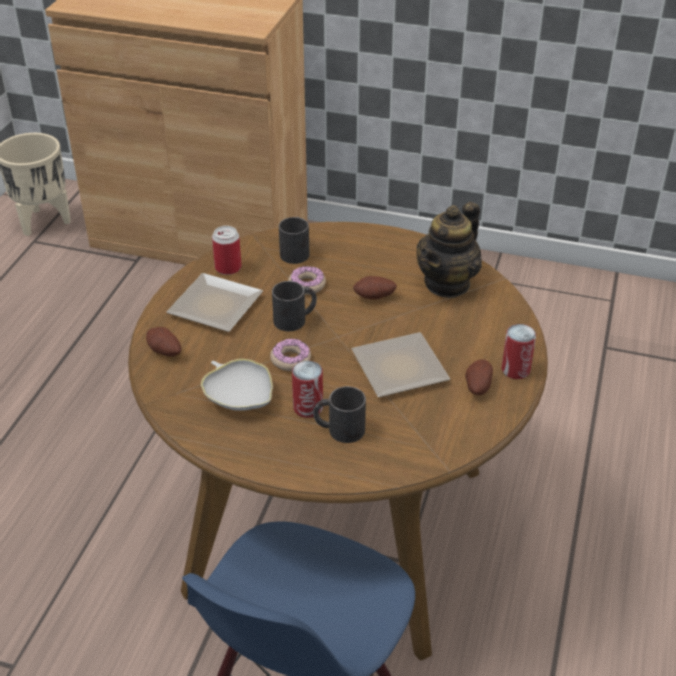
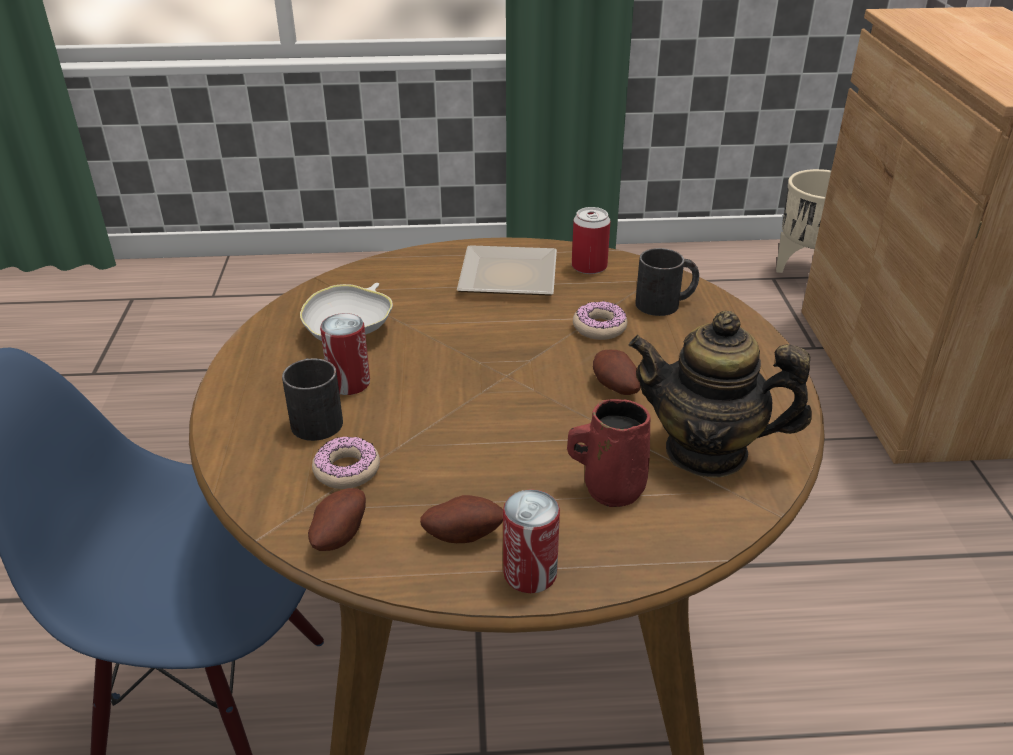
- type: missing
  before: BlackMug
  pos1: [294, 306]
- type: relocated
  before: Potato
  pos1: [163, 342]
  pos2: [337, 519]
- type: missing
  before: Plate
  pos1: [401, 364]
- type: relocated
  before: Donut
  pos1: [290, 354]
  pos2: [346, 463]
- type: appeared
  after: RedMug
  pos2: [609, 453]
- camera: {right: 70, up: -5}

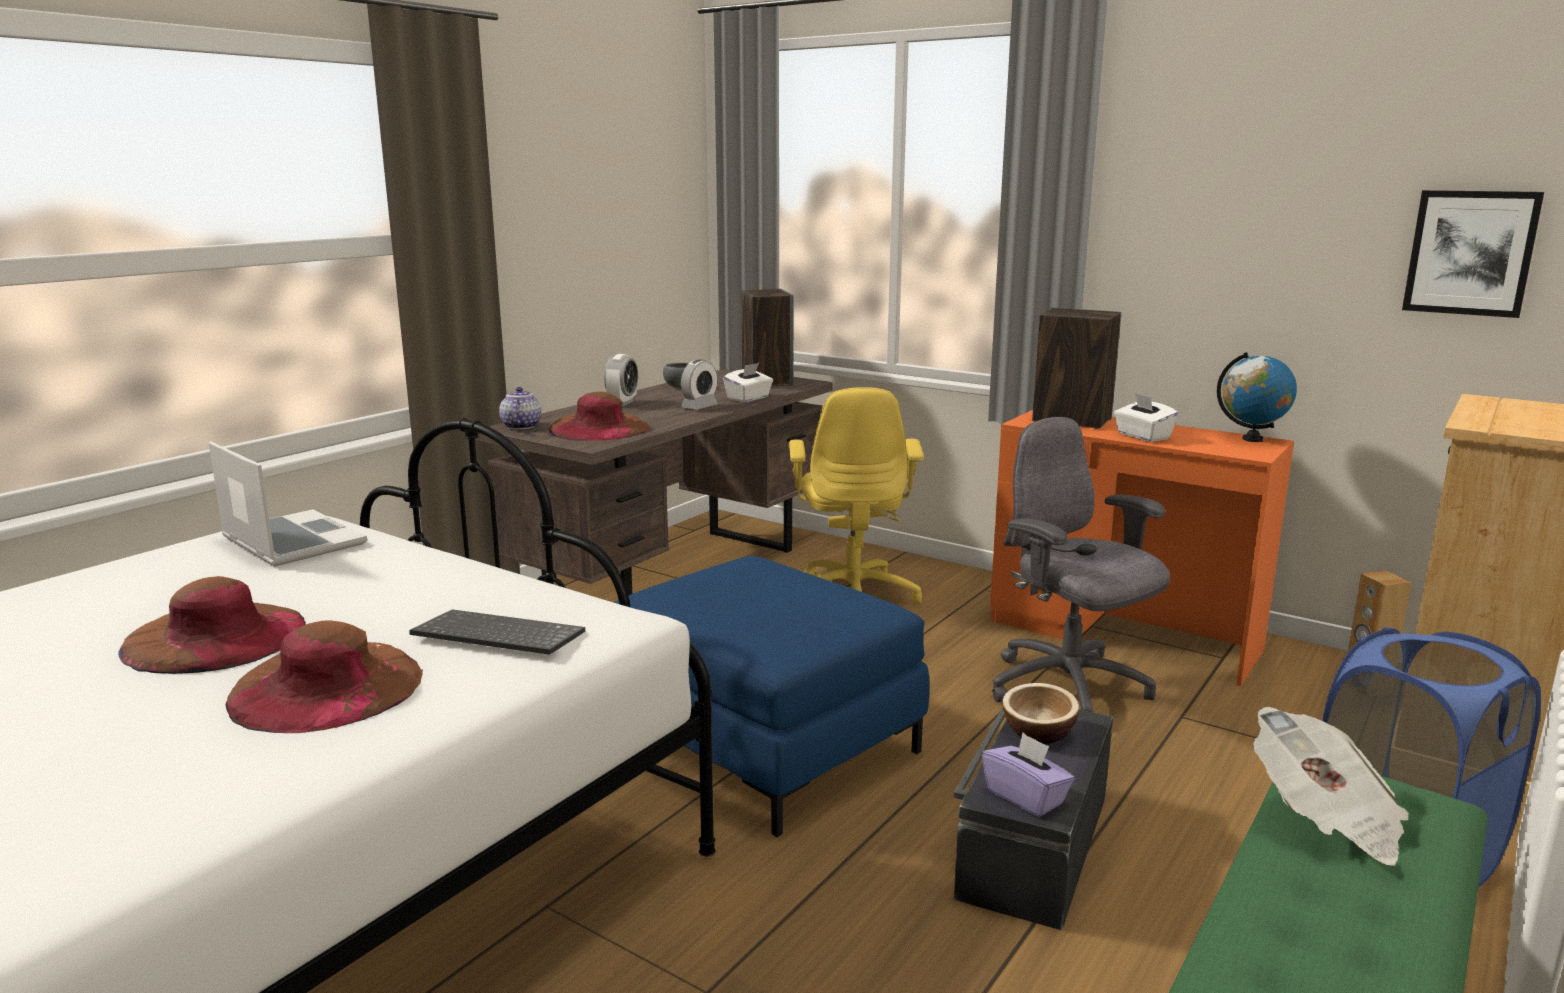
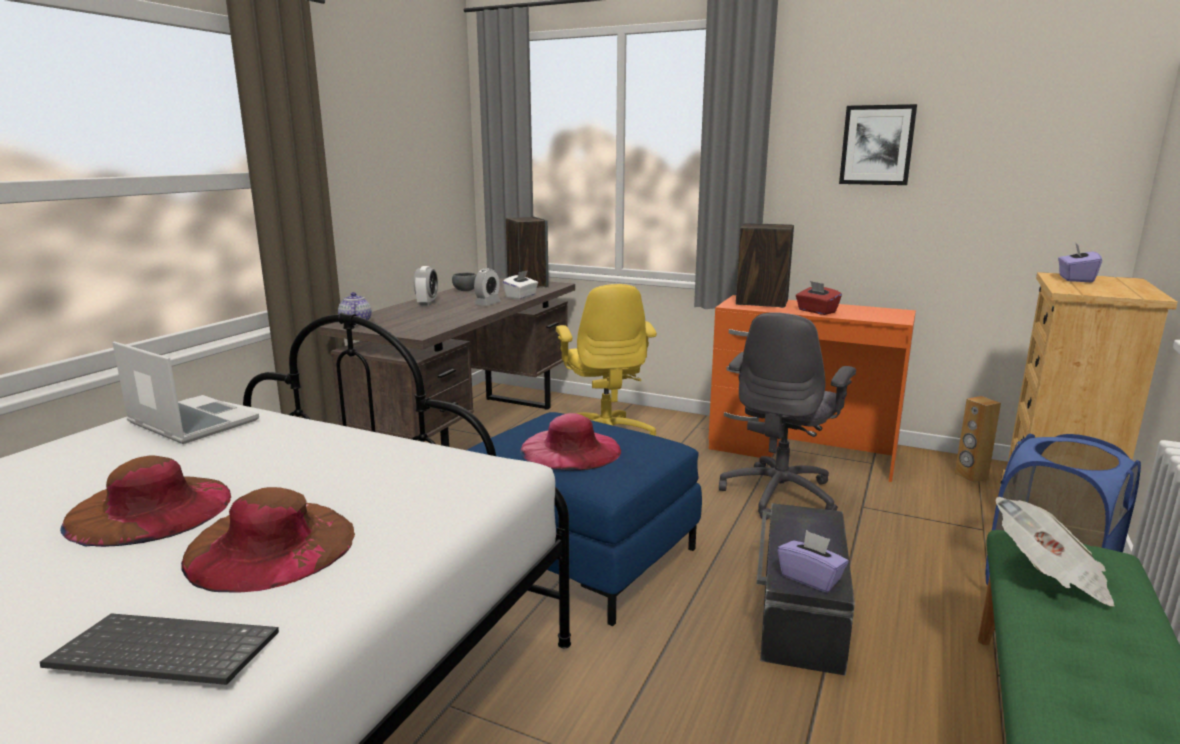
- type: relocated
  before: Picture
  pos1: [1473, 254]
  pos2: [878, 144]
- type: missing
  before: Globe
  pos1: [1257, 397]
- type: missing
  before: BrownHat
  pos1: [599, 416]
- type: colour
  before: WhiteTissueBox
  after: RedTissueBox
  pos1: [1146, 417]
  pos2: [819, 298]
- type: spun
  before: GreyOfficeChair
  pos1: [1081, 565]
  pos2: [787, 416]
  turn: -105
- type: relocated
  before: Keyboard
  pos1: [497, 632]
  pos2: [159, 649]
- type: missing
  before: Bowl
  pos1: [1040, 713]
- type: appeared
  after: PurpleTissueBox
  pos2: [1080, 262]
- type: appeared
  after: PinkHat
  pos2: [570, 442]
- camera: {right: -10, up: 0}

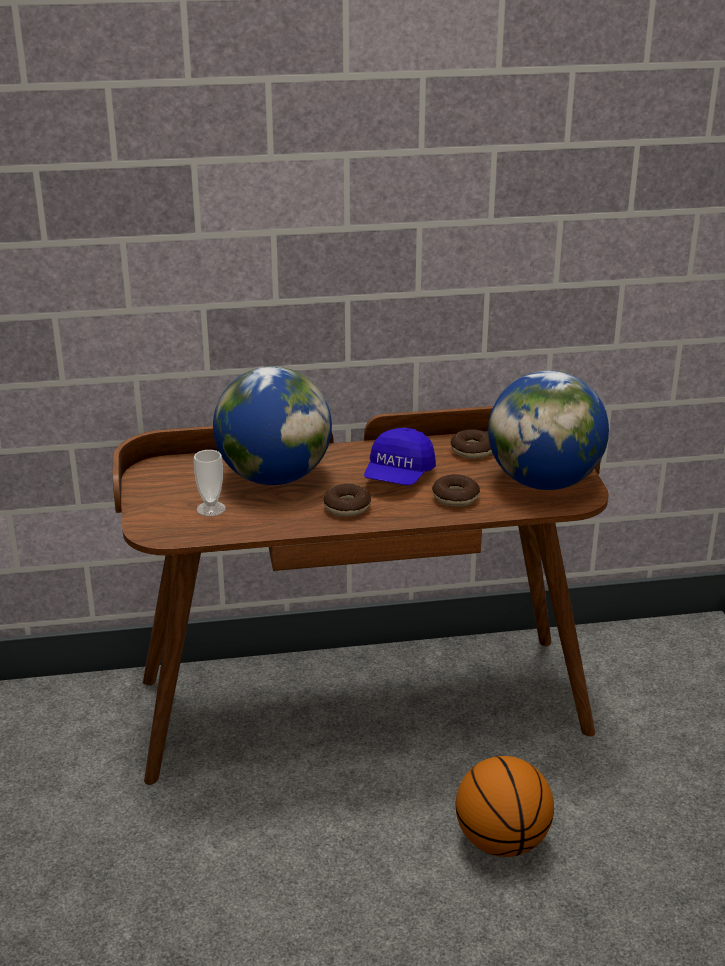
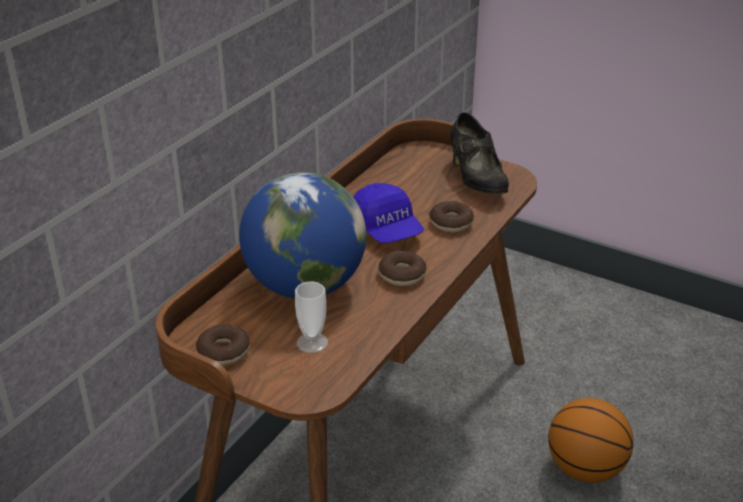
- type: exchanged
  before: Globe
  after: BlackShoe
  pos1: [548, 430]
  pos2: [479, 153]
- type: relocated
  before: Donut
  pos1: [471, 444]
  pos2: [223, 344]
- camera: {right: -50, up: 5}

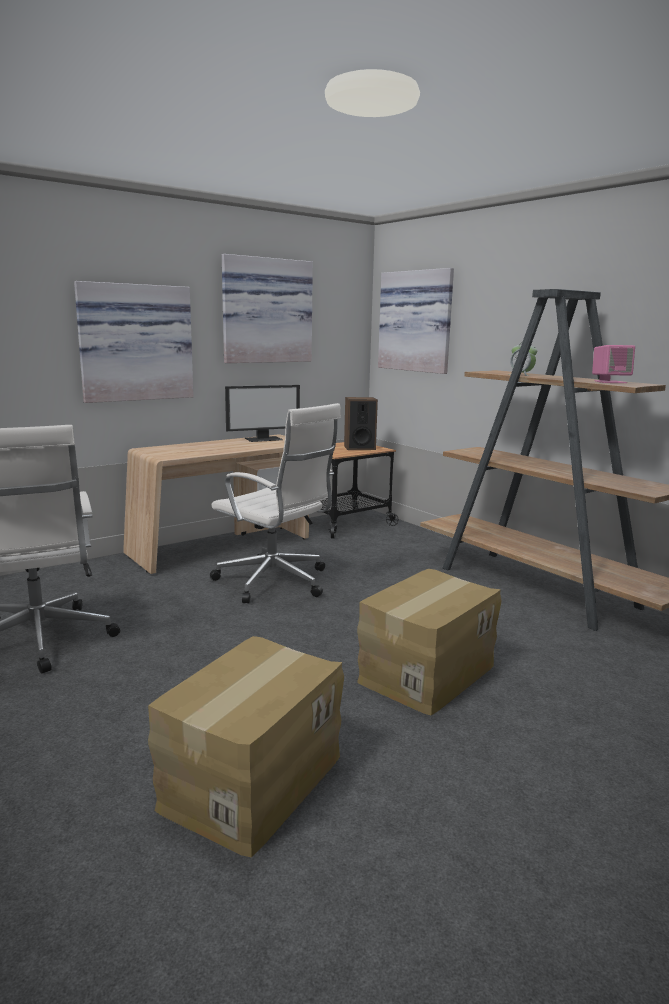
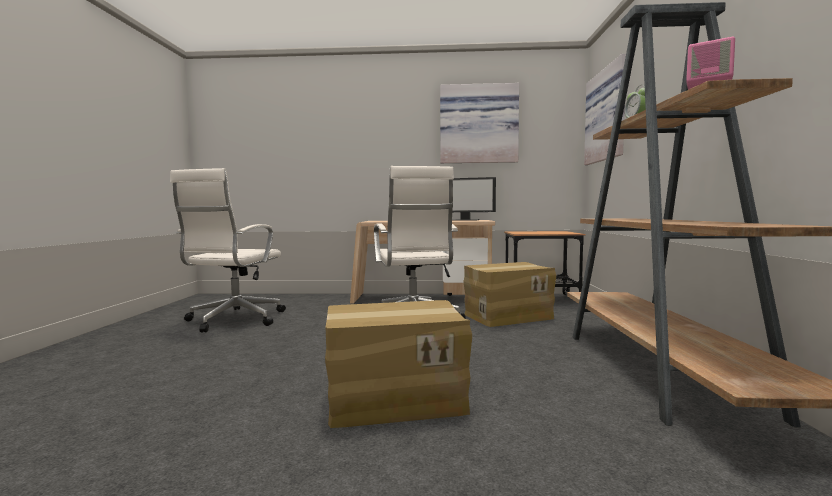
- type: missing
  before: Picture
  pos1: [134, 342]
- type: missing
  before: Speaker
  pos1: [361, 423]
- type: relocated
  before: CardboardBox
  pos1: [246, 746]
  pos2: [510, 294]
- camera: {right: 40, up: -10}

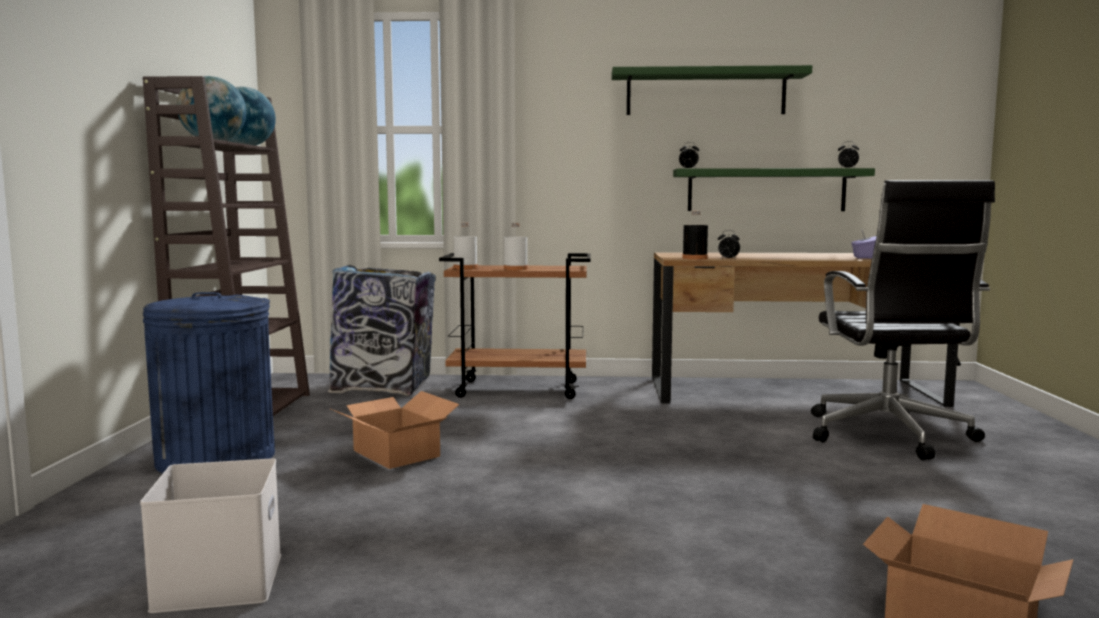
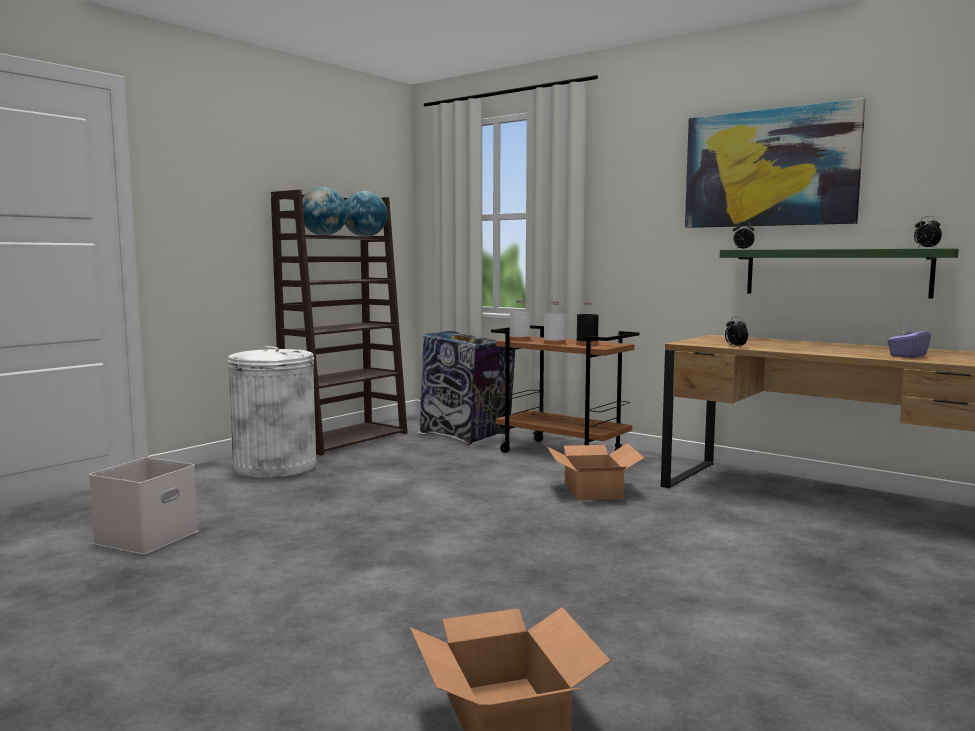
- type: exchanged
  before: GreenShelf
  after: Picture
  pos1: [711, 90]
  pos2: [775, 163]
- type: missing
  before: BlackOfficeChair
  pos1: [903, 320]
- type: relocated
  before: BlackBottle
  pos1: [695, 235]
  pos2: [587, 324]
- type: colour
  before: BlueTrashCan
  after: WhiteTrashCan
  pos1: [208, 383]
  pos2: [272, 412]
- type: relocated
  before: CardboardBox
  pos1: [394, 430]
  pos2: [595, 471]
- camera: {right: 35, up: 0}

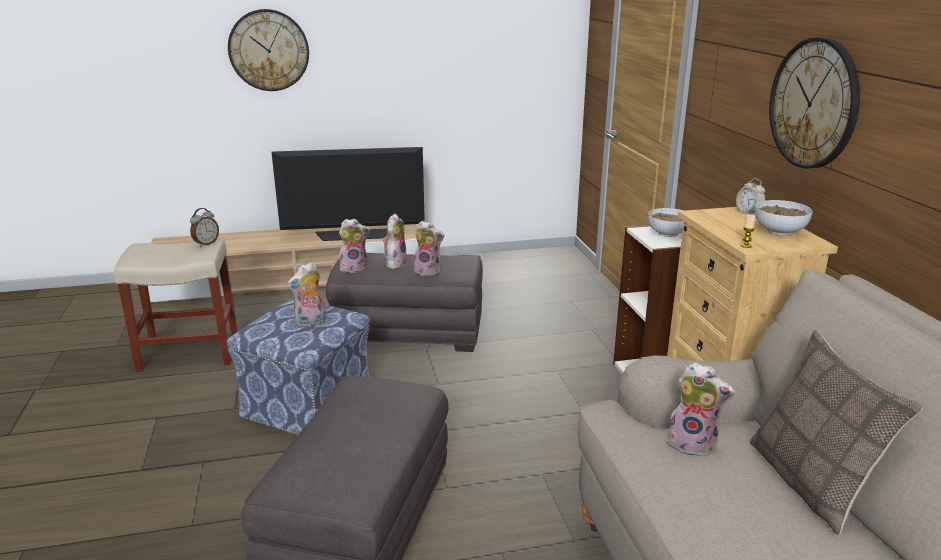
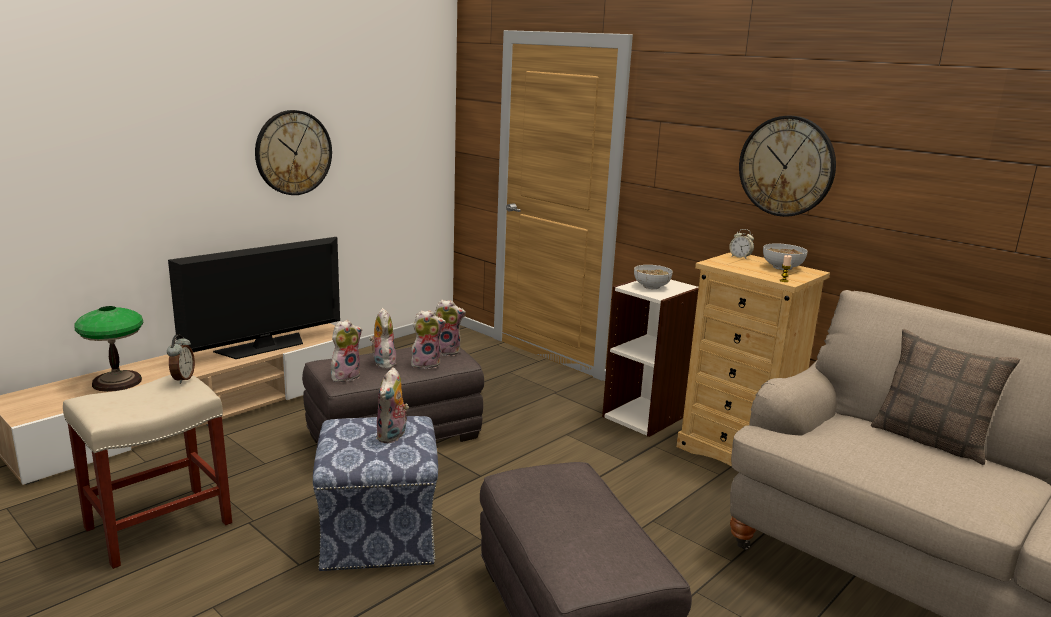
- type: relocated
  before: WallClock
  pos1: [268, 50]
  pos2: [293, 152]
- type: relocated
  before: PlushToy
  pos1: [701, 409]
  pos2: [450, 328]
- type: appeared
  after: TableLamp
  pos2: [108, 349]
- camera: {right: -35, up: -5}

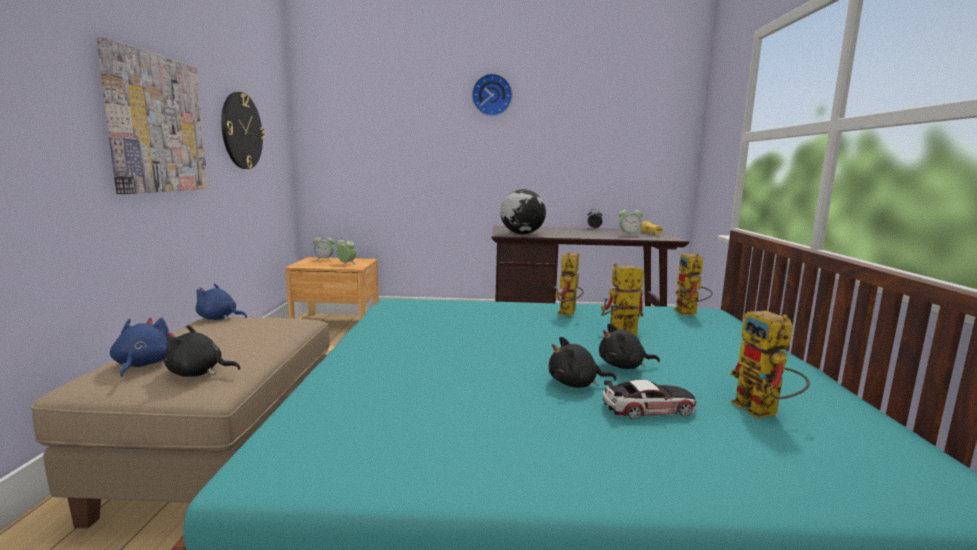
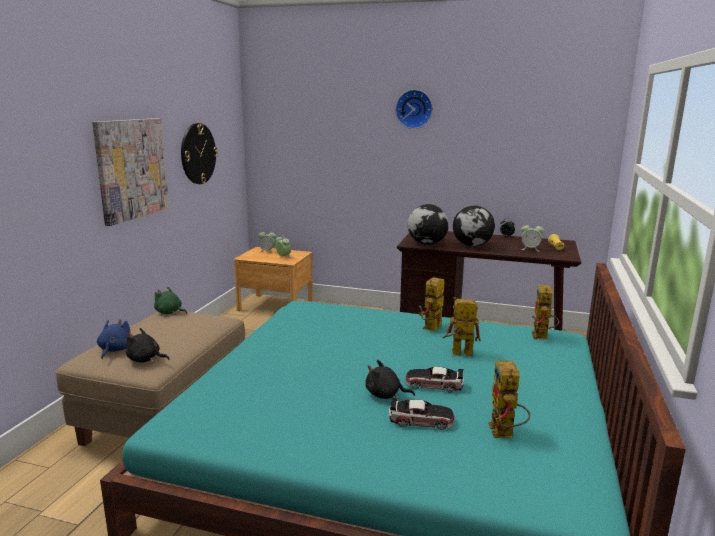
- type: colour
  before: BluePlushToy
  after: GreenPlushToy
  pos1: [221, 302]
  pos2: [170, 301]
- type: exchanged
  before: BlackPlushToy
  after: ToyCar
  pos1: [629, 346]
  pos2: [434, 380]
- type: appeared
  after: Globe
  pos2: [474, 226]
- camera: {right: 15, up: 5}

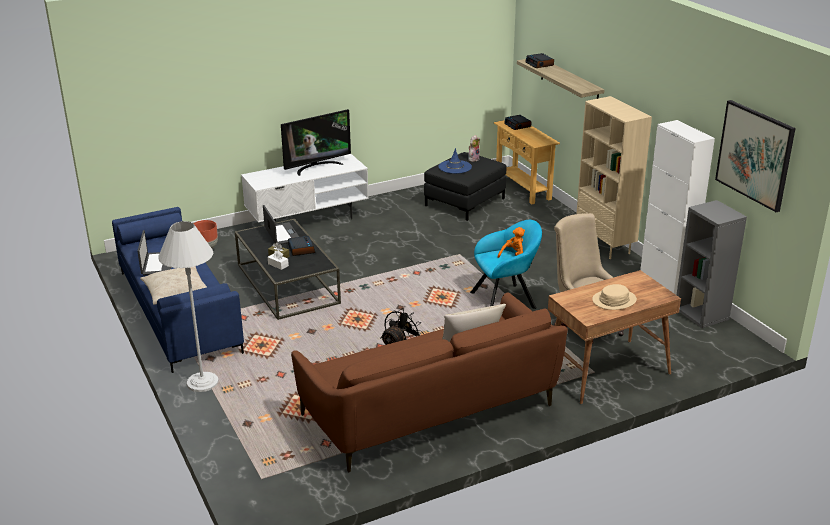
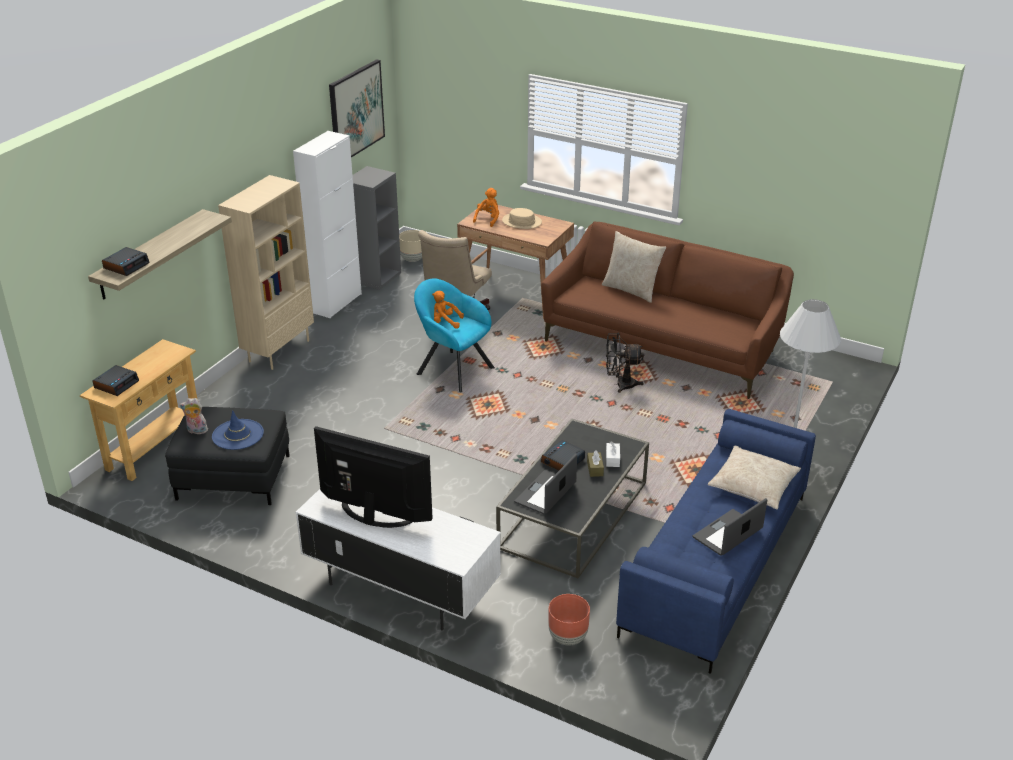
- type: appeared
  after: OrangePlushToy
  pos2: [486, 207]
- type: appeared
  after: BeigePlanter
  pos2: [410, 246]
- camera: {right: -125, up: 5}

